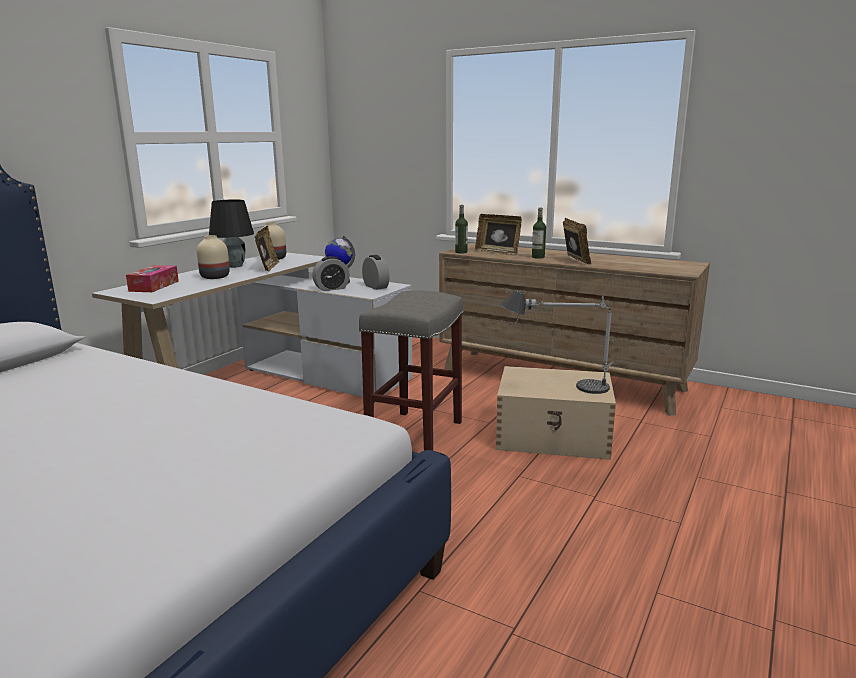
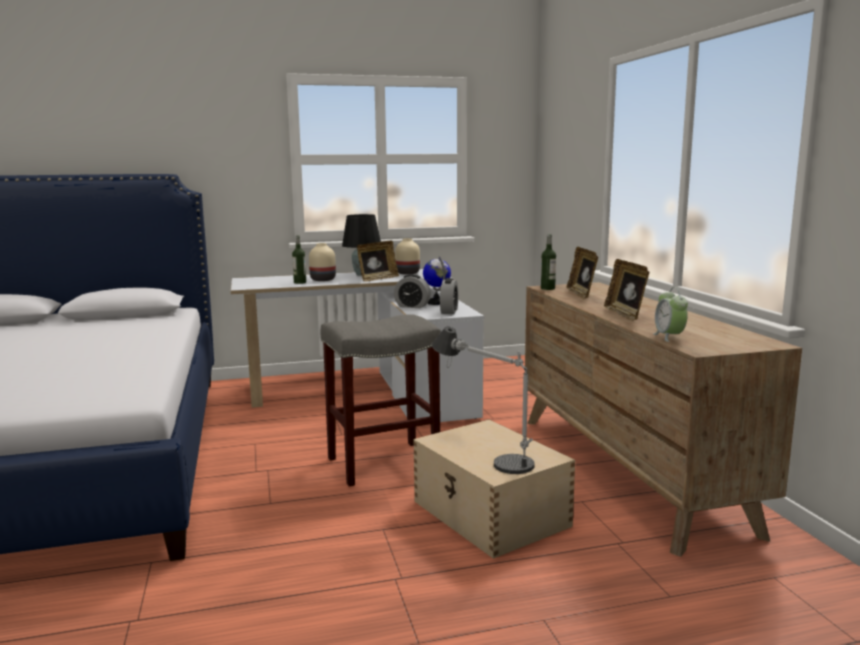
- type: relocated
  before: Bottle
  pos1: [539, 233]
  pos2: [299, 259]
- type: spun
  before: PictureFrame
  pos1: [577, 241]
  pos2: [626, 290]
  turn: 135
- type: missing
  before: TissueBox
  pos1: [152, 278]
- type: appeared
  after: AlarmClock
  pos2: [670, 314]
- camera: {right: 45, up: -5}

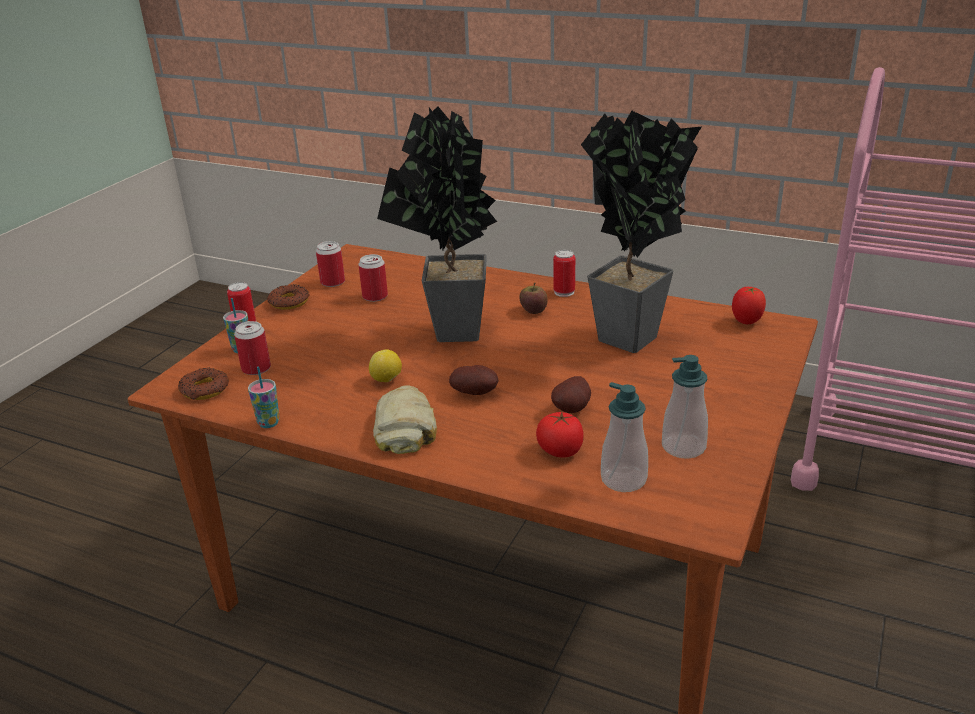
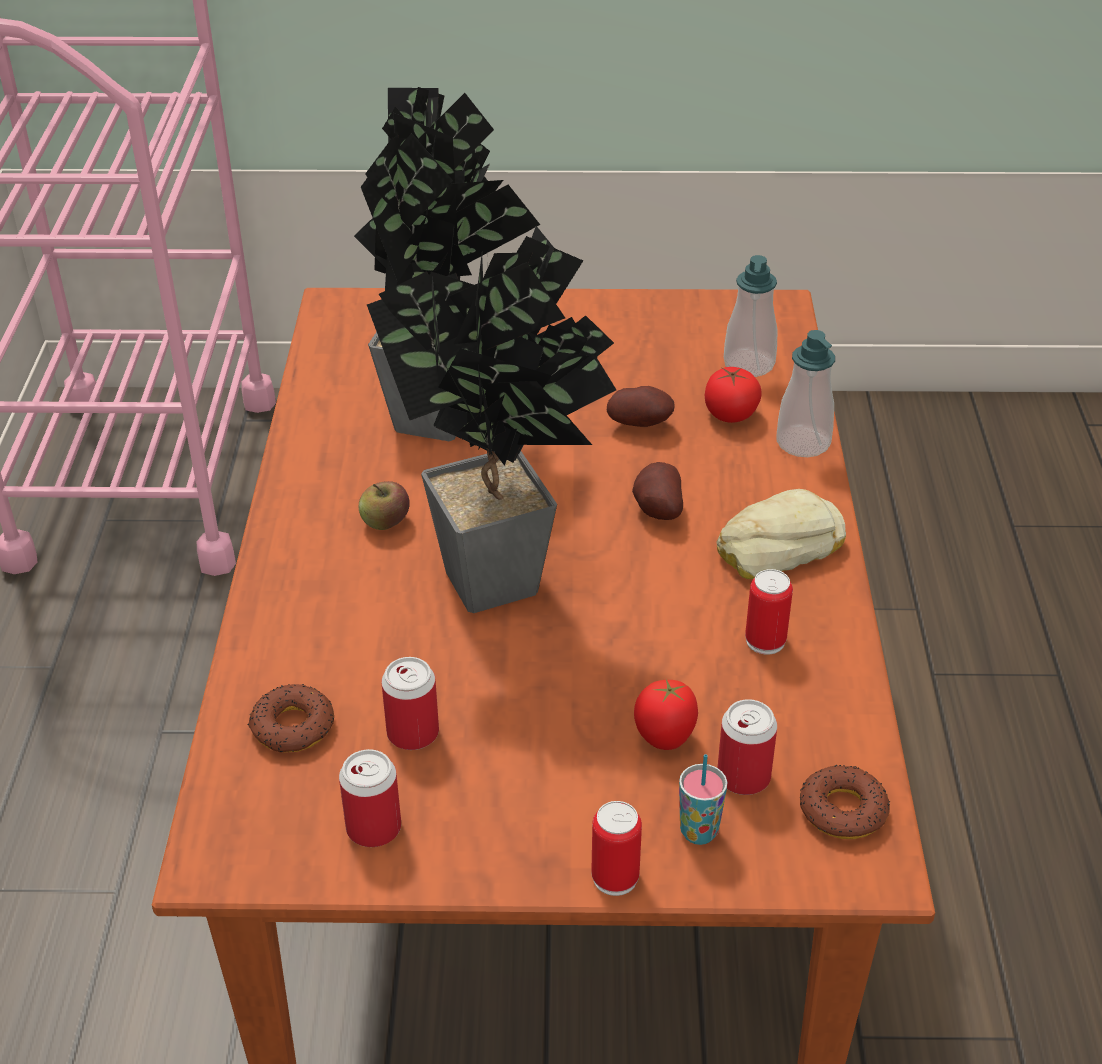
- type: relocated
  before: Can
  pos1: [564, 273]
  pos2: [769, 612]
- type: relocated
  before: Donut
  pos1: [288, 297]
  pos2: [291, 718]
- type: relocated
  before: Tomato
  pos1: [749, 305]
  pos2: [666, 714]
- type: missing
  before: Lemon
  pos1: [385, 366]
- type: relocated
  before: SoapDispenser
  pos1: [685, 407]
  pos2: [805, 393]
- type: missing
  before: Cup
  pos1: [263, 397]
- camera: {right: -115, up: 10}

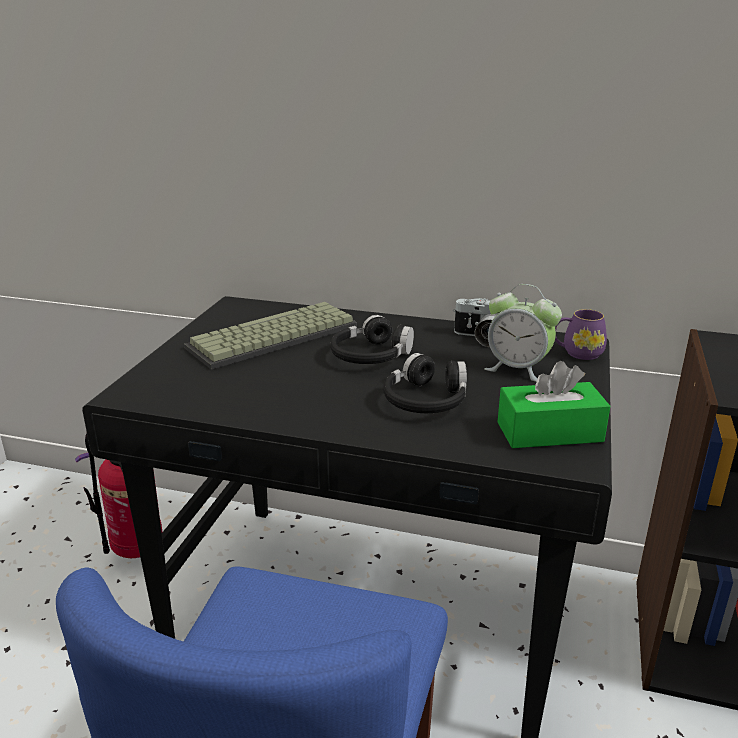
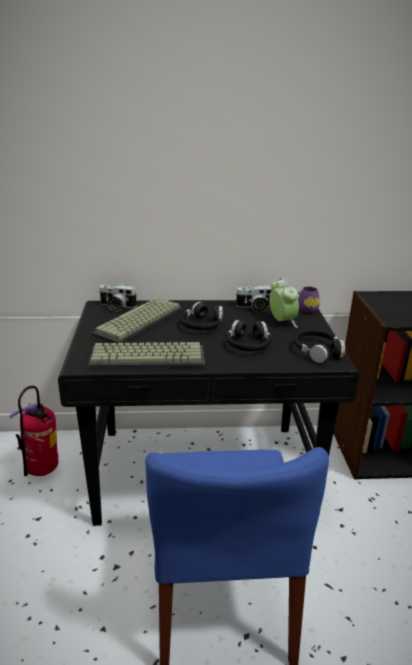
- type: spun
  before: AlarmClock
  pos1: [523, 333]
  pos2: [284, 302]
  turn: -120
- type: exchanged
  before: GreenTissueBox
  after: BlackHeadphones
  pos1: [554, 404]
  pos2: [319, 346]
- type: appeared
  after: PhotoCamera
  pos2: [118, 298]
- type: appeared
  after: Keyboard
  pos2: [146, 355]
- camera: {right: -20, up: 0}

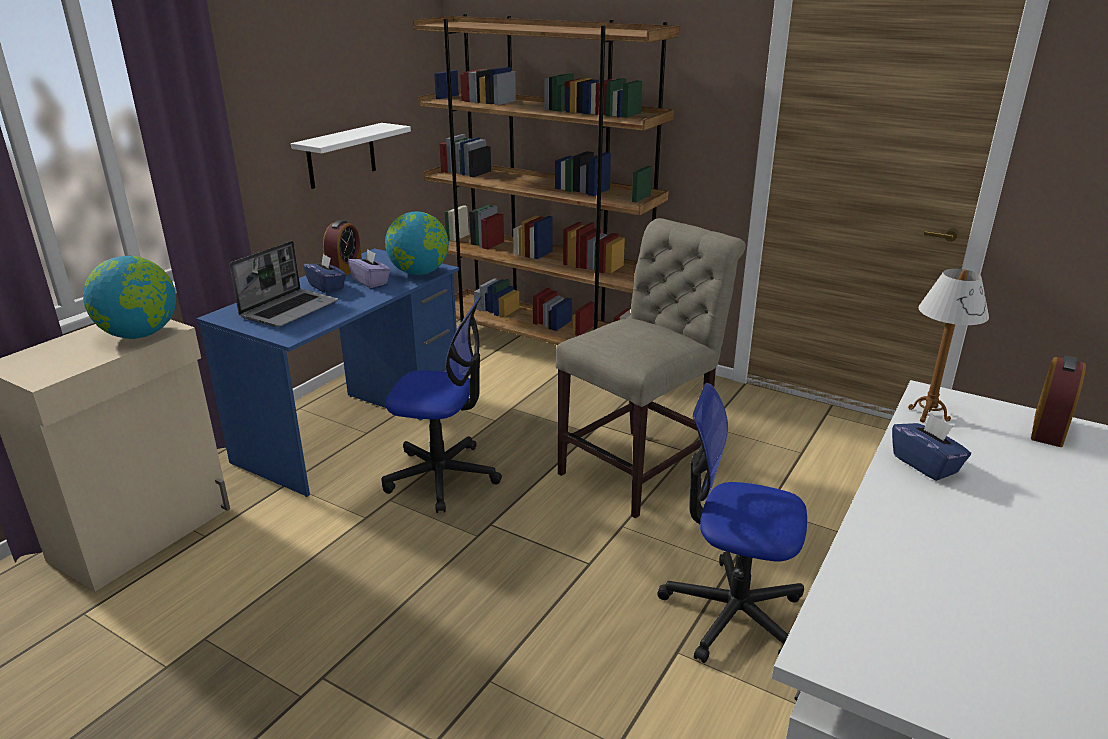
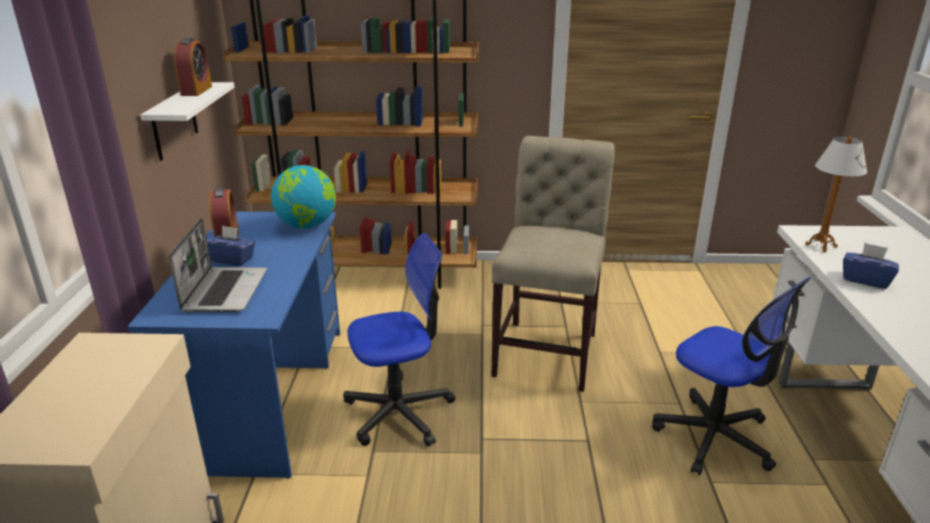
- type: missing
  before: PurpleTissueBox
  pos1: [369, 268]
- type: missing
  before: Globe
  pos1: [129, 297]
- type: relocated
  before: AlarmClock
  pos1: [1058, 401]
  pos2: [193, 67]
- type: spun
  before: OfficeChair
  pos1: [732, 523]
  pos2: [731, 376]
  turn: -120
- camera: {right: -30, up: 0}

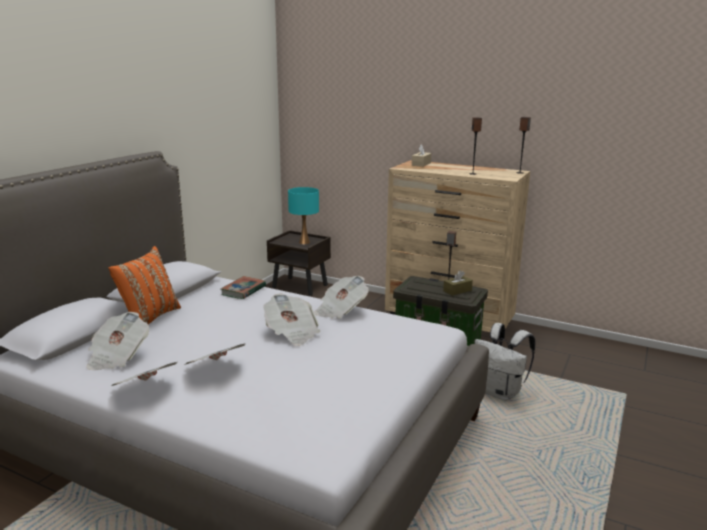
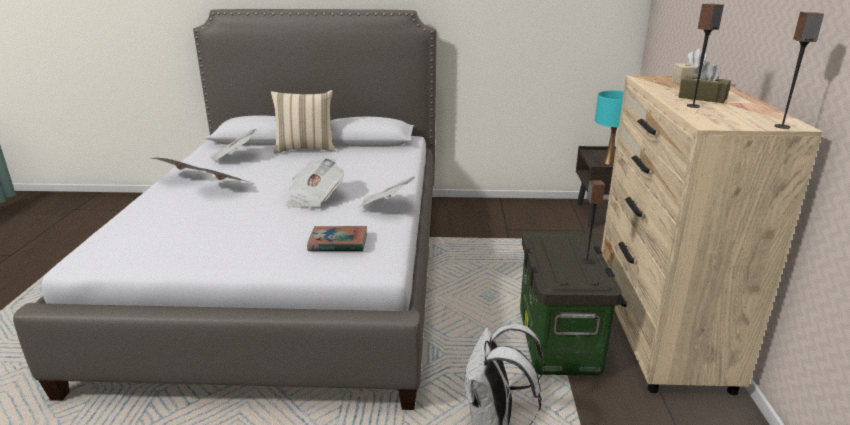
- type: colour
  before: OrangePillow
  after: BeigePillow
  pos1: [144, 285]
  pos2: [303, 122]
- type: relocated
  before: BrownTissueBox
  pos1: [458, 283]
  pos2: [705, 82]
- type: relocated
  before: Book
  pos1: [243, 287]
  pos2: [337, 238]
- camera: {right: 65, up: 5}

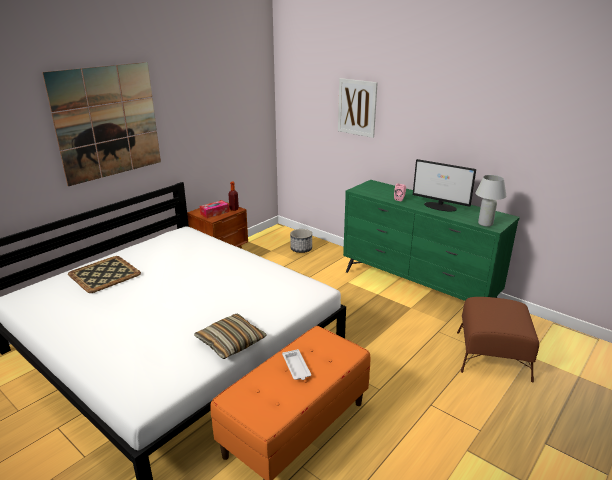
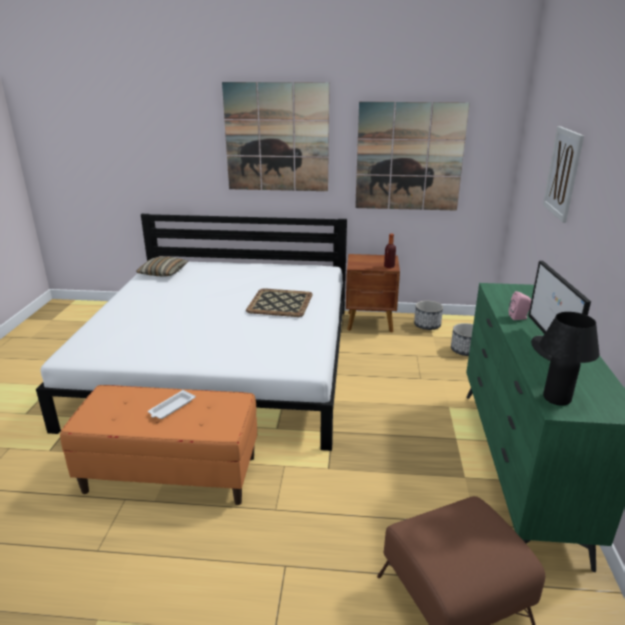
- type: colour
  before: WhiteTableLamp
  after: BlackTableLamp
  pos1: [490, 201]
  pos2: [569, 359]
- type: missing
  before: TissueBox
  pos1: [214, 209]
- type: relocated
  before: Tray
  pos1: [104, 274]
  pos2: [279, 302]
- type: relocated
  before: Pillow
  pos1: [230, 336]
  pos2: [162, 266]
- type: appeared
  after: Picture
  pos2: [412, 156]
- type: appeared
  after: Planter
  pos2: [428, 315]
- camera: {right: 55, up: 0}

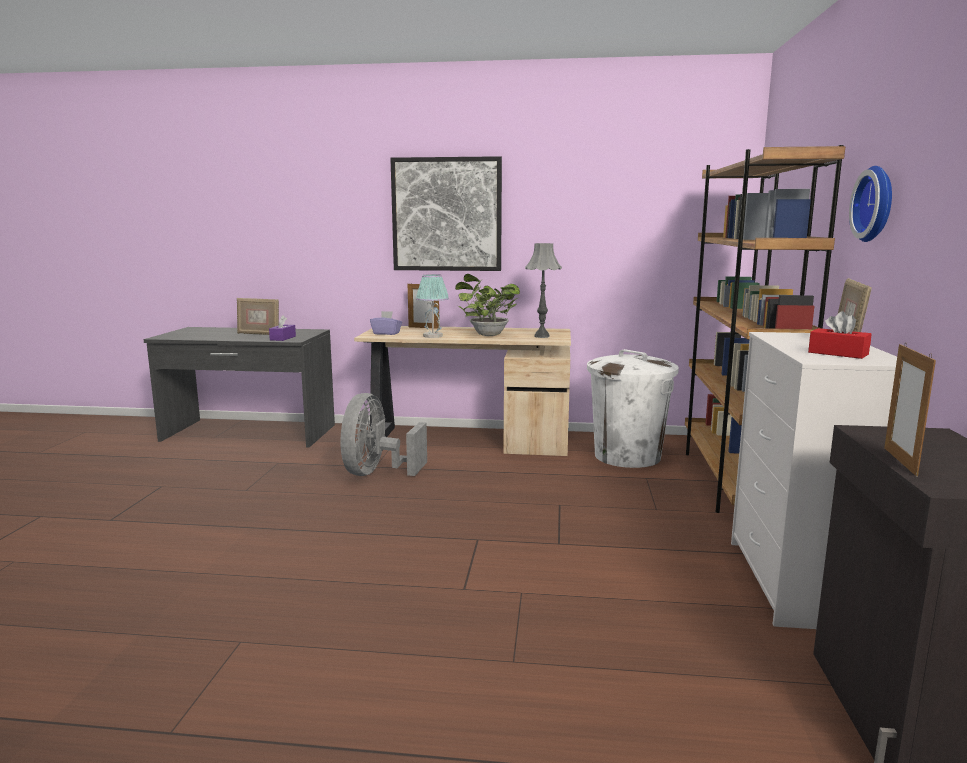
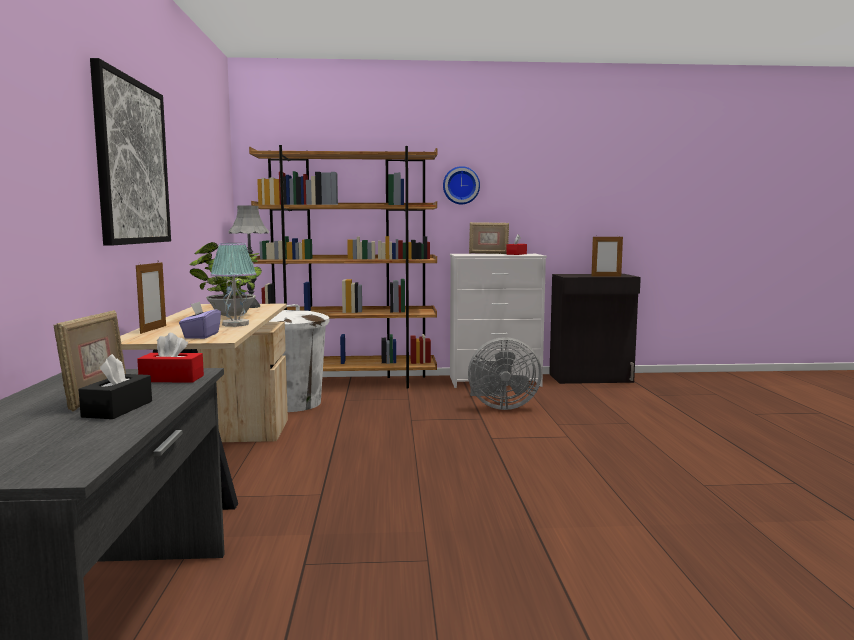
- type: colour
  before: PurpleTissueBox
  after: RedTissueBox
  pos1: [282, 328]
  pos2: [170, 358]
- type: relocated
  before: GreyFan
  pos1: [383, 434]
  pos2: [505, 373]
- type: appeared
  after: BlackTissueBox
  pos2: [115, 386]
- camera: {right: -100, up: -5}

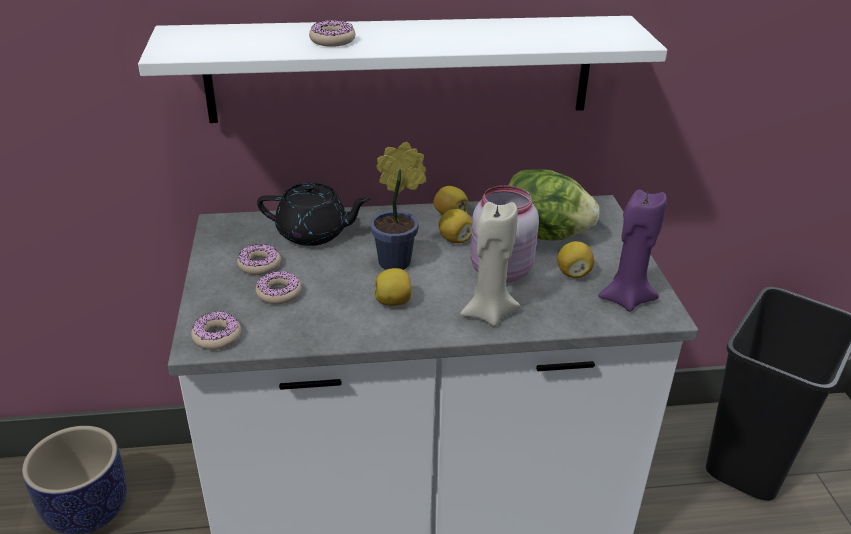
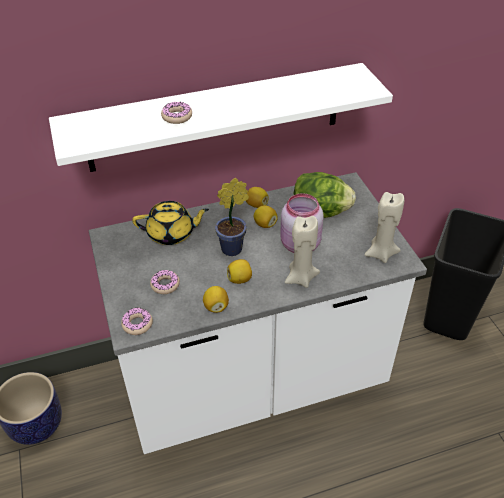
- type: colour
  before: BlackTeapot
  after: YellowTeapot
  pos1: [314, 214]
  pos2: [170, 223]
- type: colour
  before: PurpleCandle
  after: BeigeCandle
  pos1: [632, 251]
  pos2: [384, 227]
- type: relocated
  before: Lemon
  pos1: [575, 259]
  pos2: [216, 299]
- type: missing
  before: Donut
  pos1: [259, 259]
- camera: {right: -10, up: 10}

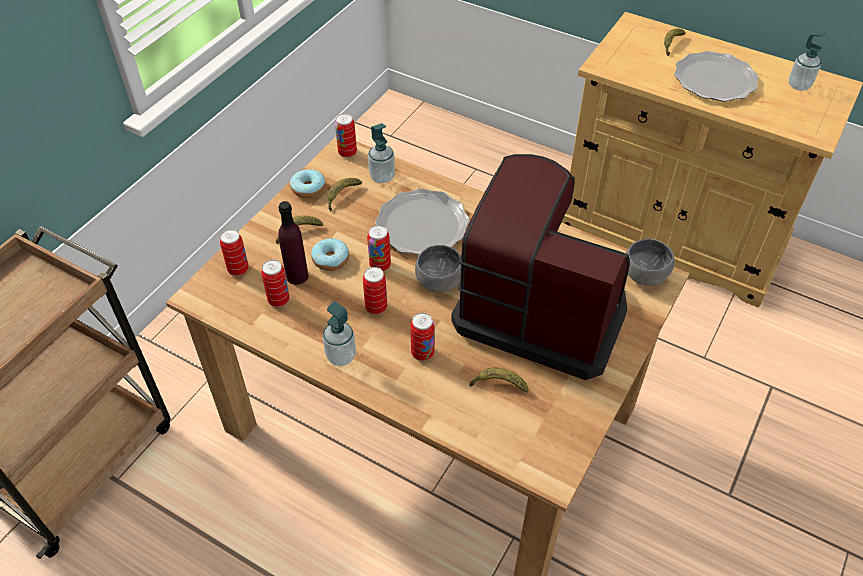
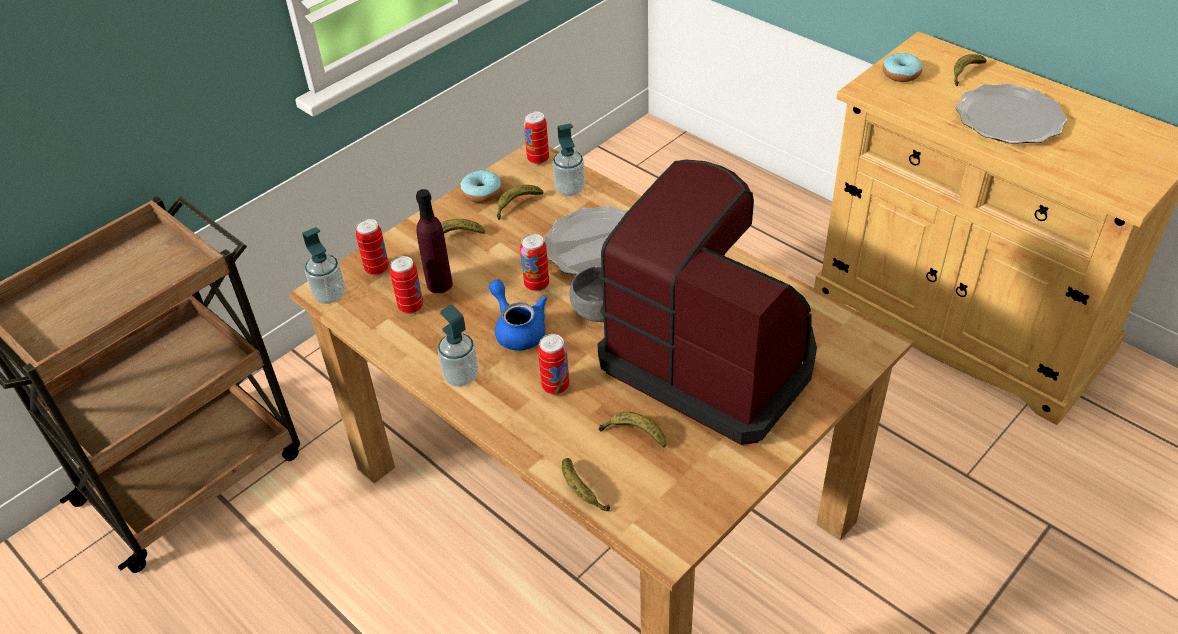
- type: relocated
  before: SoapDispenser
  pos1: [807, 60]
  pos2: [323, 265]
- type: relocated
  before: Donut
  pos1: [330, 254]
  pos2: [902, 67]
- type: missing
  before: GreyBowl
  pos1: [650, 262]
- type: exchanged
  before: Can
  after: BlueTeapot
  pos1: [375, 290]
  pos2: [518, 315]
- type: appeared
  after: Banana
  pos2: [586, 484]
- camera: {right: 15, up: -5}

